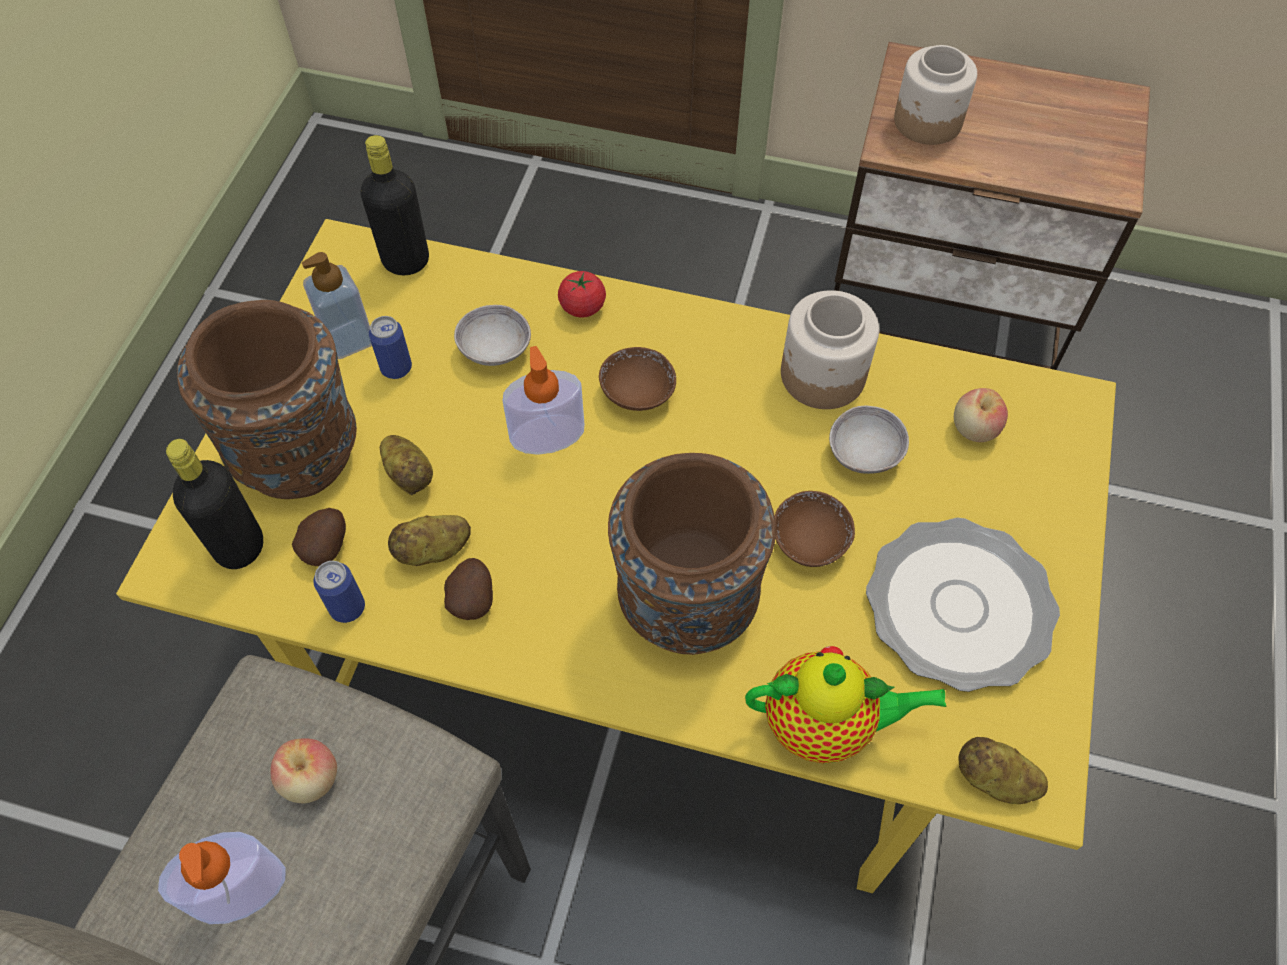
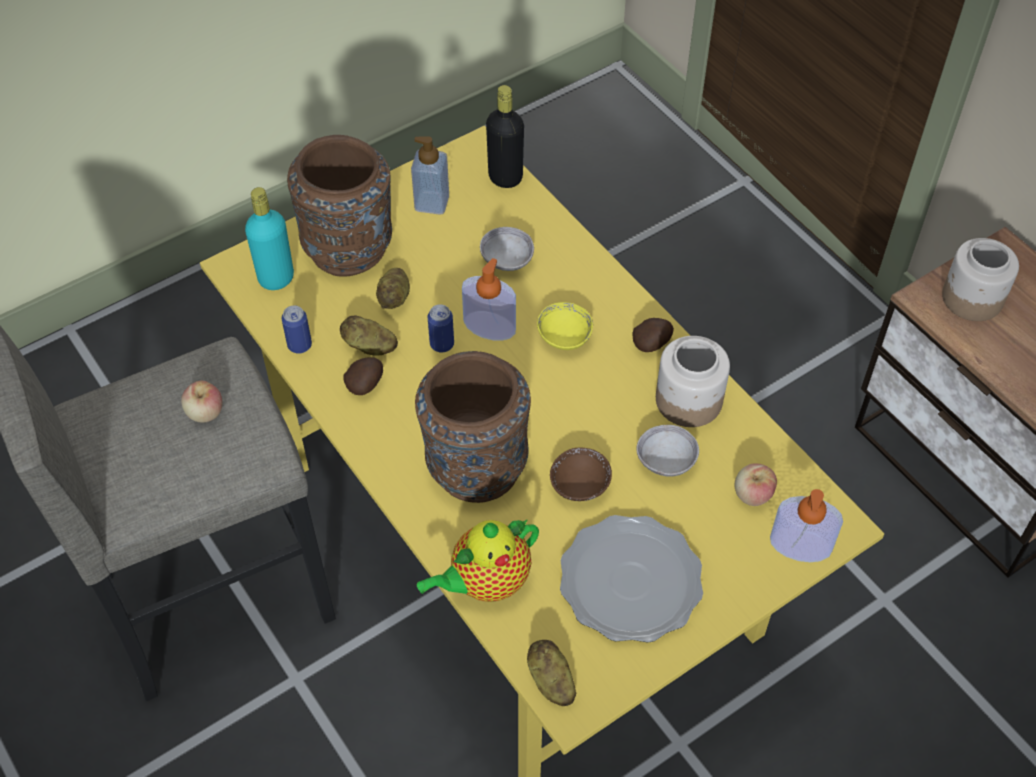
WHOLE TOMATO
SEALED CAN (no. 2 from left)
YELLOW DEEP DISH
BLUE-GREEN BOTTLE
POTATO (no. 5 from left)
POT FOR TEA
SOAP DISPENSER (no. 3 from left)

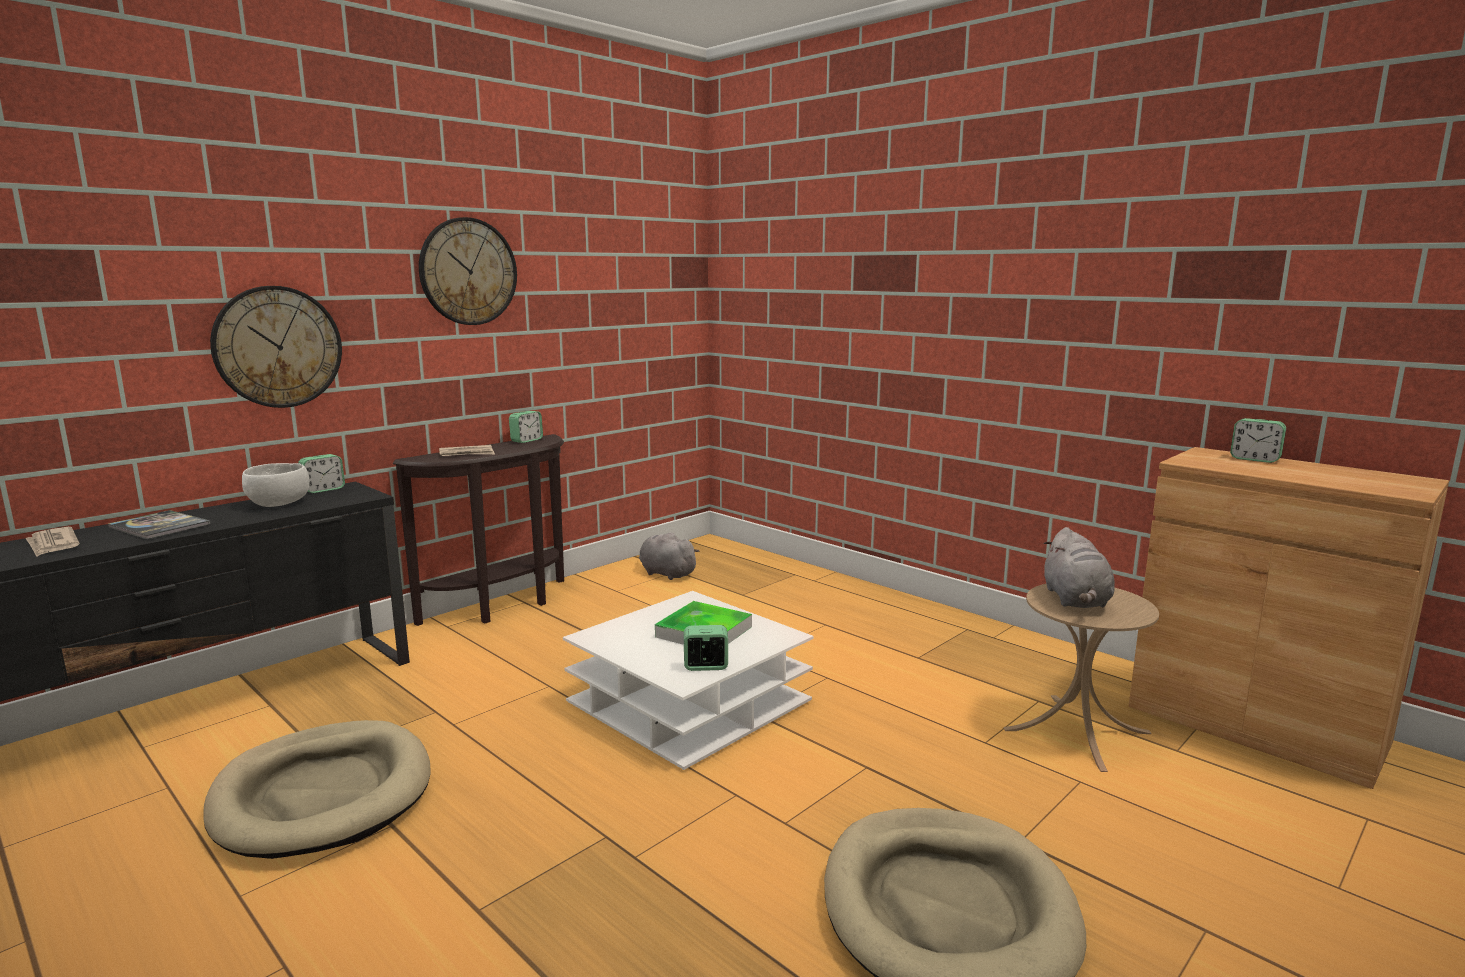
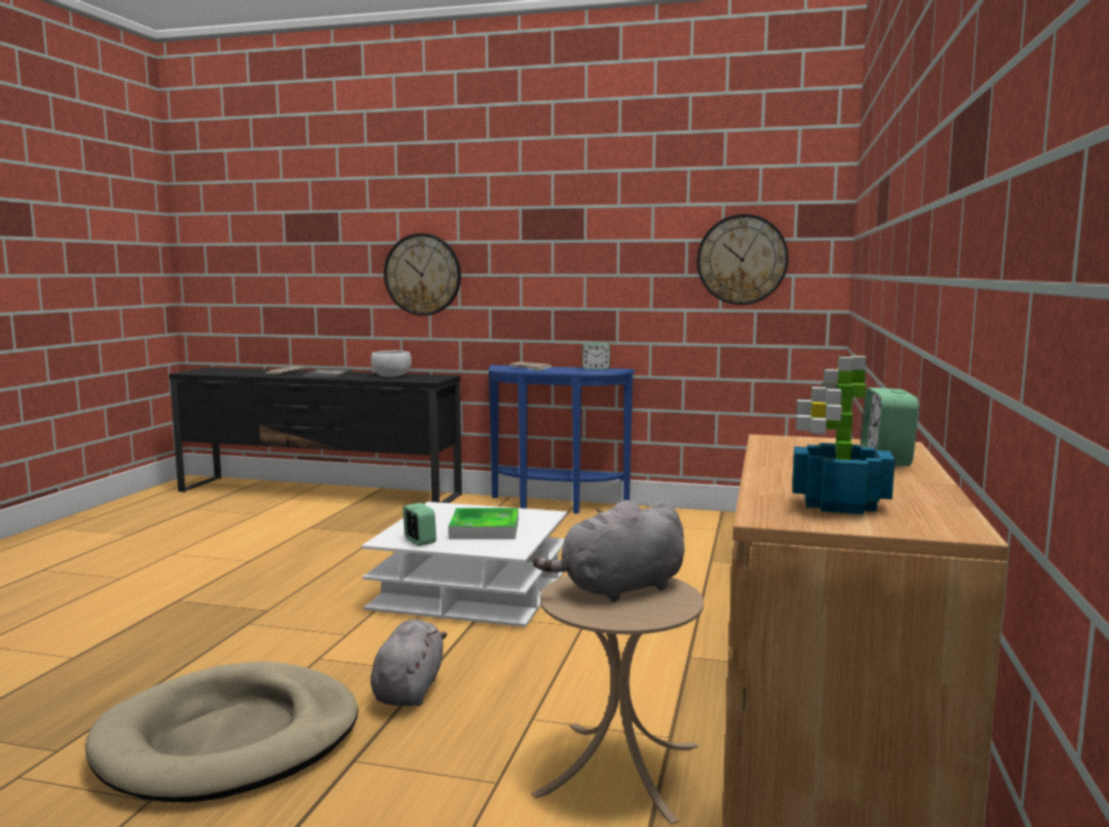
WALL CLOCK (no. 2 from left)
BLUE-COLOURED NARROW TABLE
ALARM CLOCK (no. 1 from left in the first image)
GREYISH CUDDLY TOY (no. 1 from left)
BEIGE-COLOURED DOG CUSHION (no. 1 from left in the first image)
PLANT IN A POT

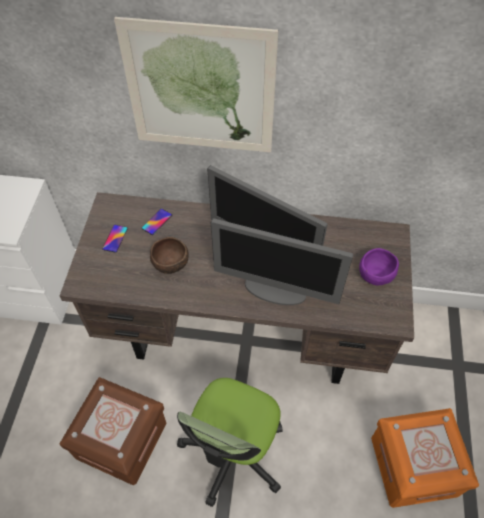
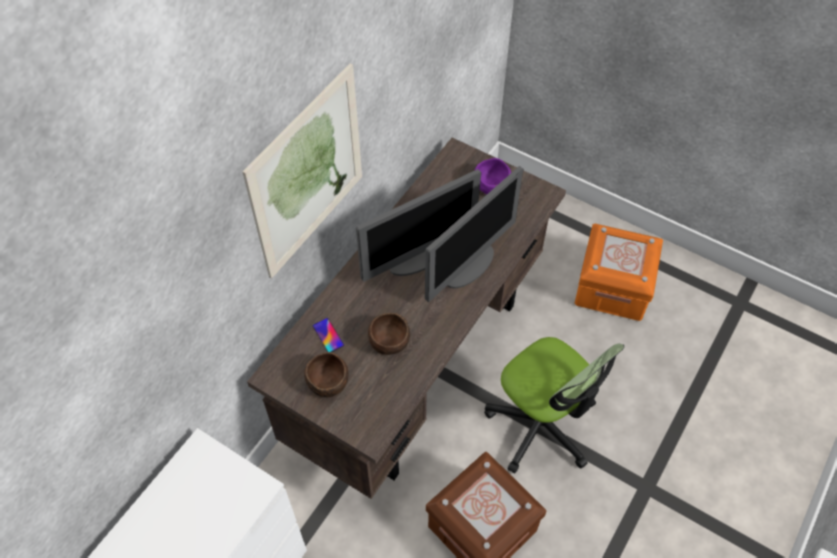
BROWN-COLOURED DEEP DISH (no. 1 from left)

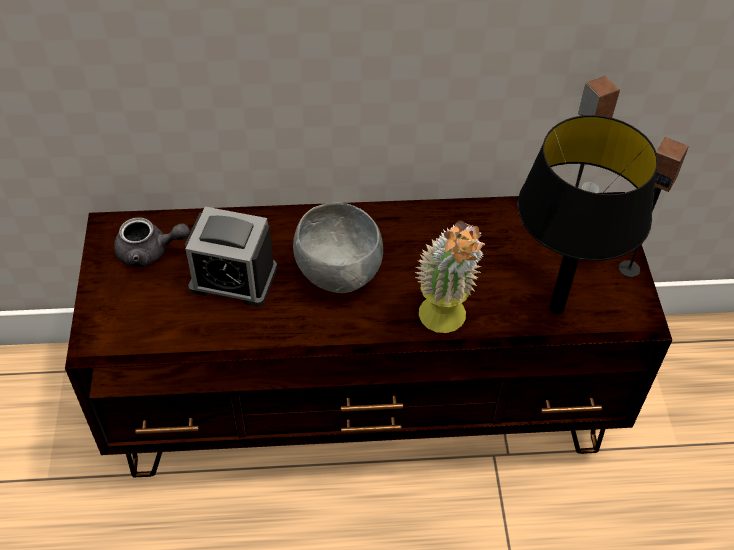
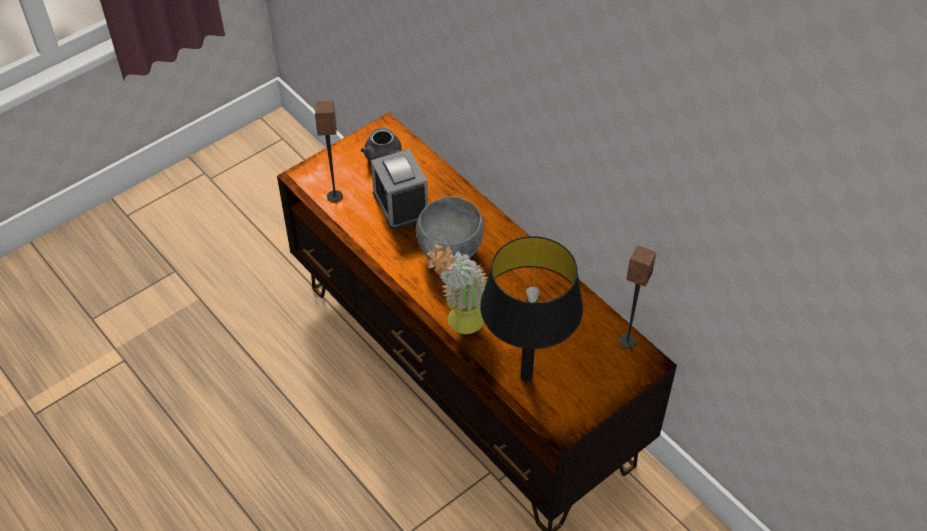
AUDIO SPEAKER (no. 1 from left)

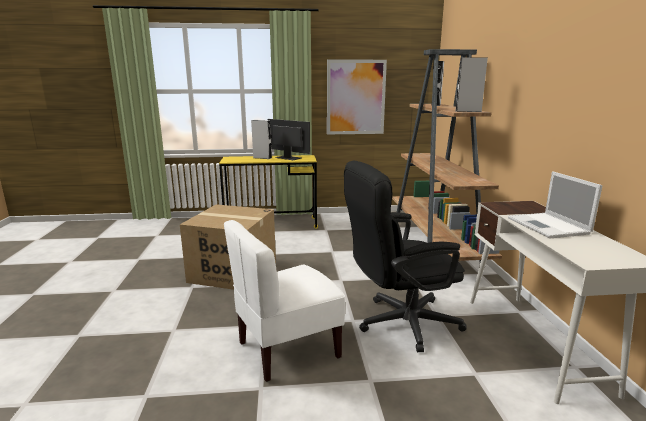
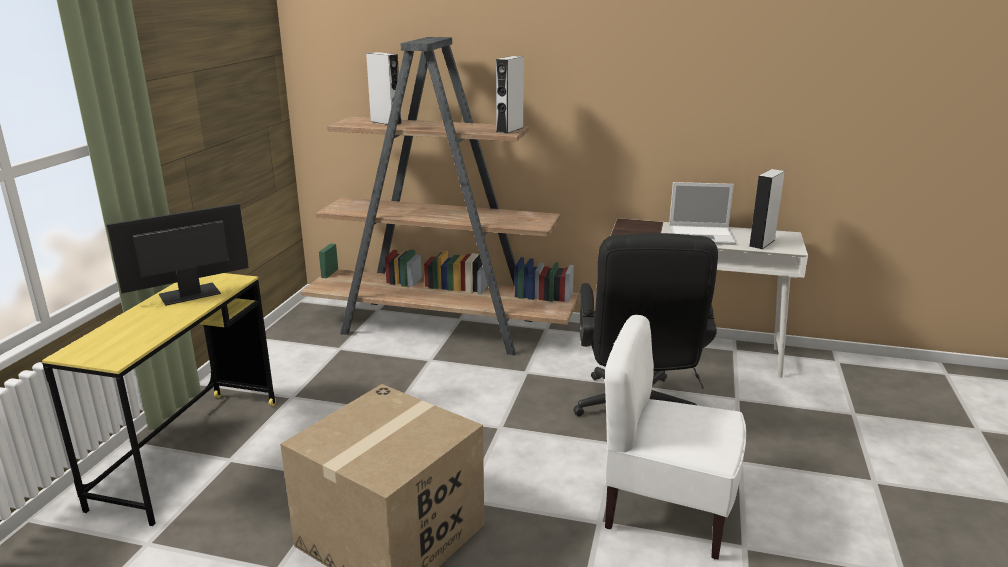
PICTURE
GREYISH AUDIO SPEAKER (no. 3 from left)
WHITE-COLOURED UPRIGHT CHAIR

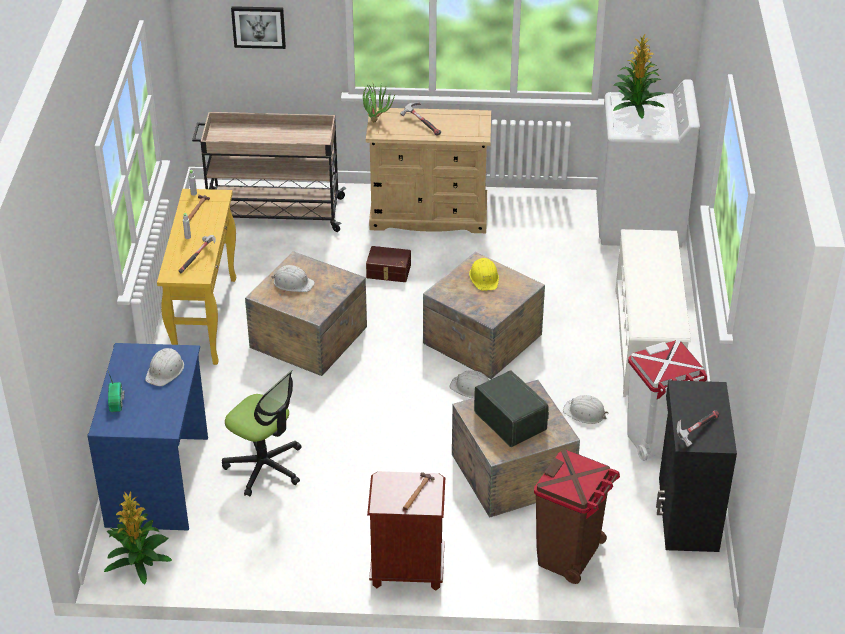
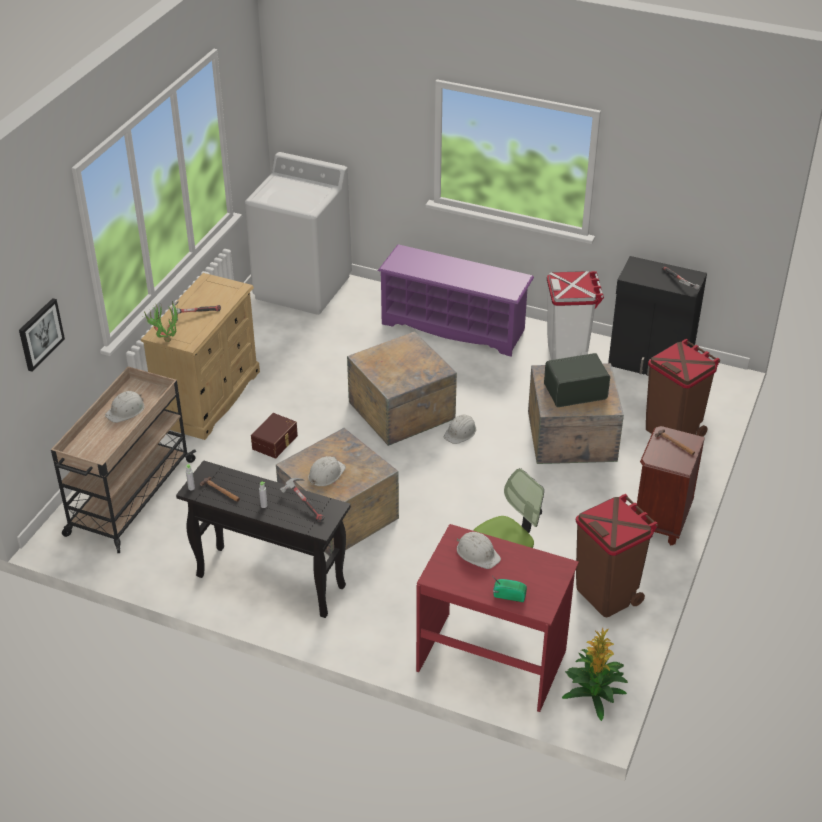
PLANT IN A POT (no. 3 from left in the first image)
BLACK NARROW TABLE
PURPLE SHOE STAND
YELLOW HARD HAT
REDDISH DESK TABLE
WHITE-COLOURED HARD HAT (no. 1 from left)
BROWN-COLOURED WASTE BIN (no. 1 from left)

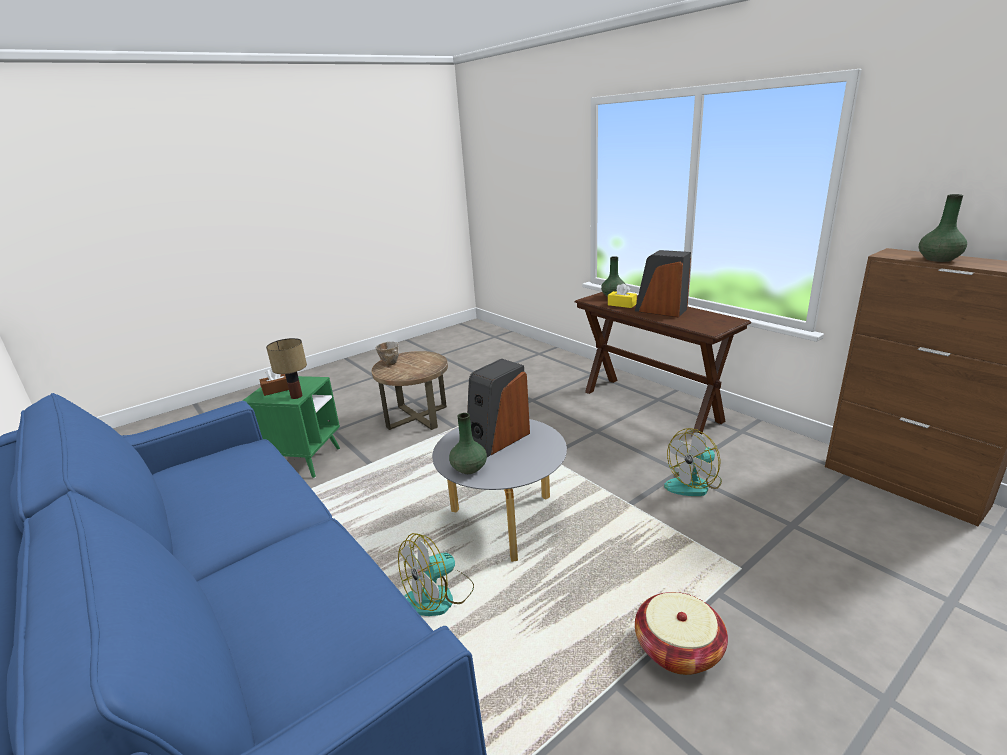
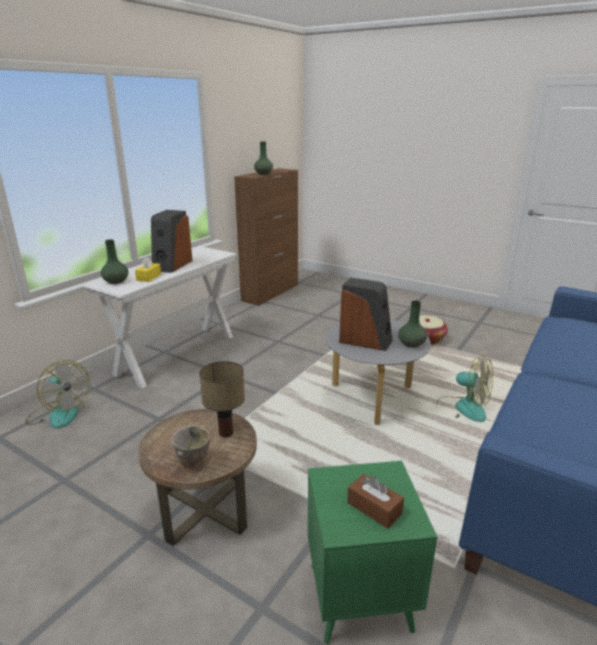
WHITE-COLOURED NARROW TABLE
TABLETOP LAMP
ELECTRIC FAN (no. 1 from left)

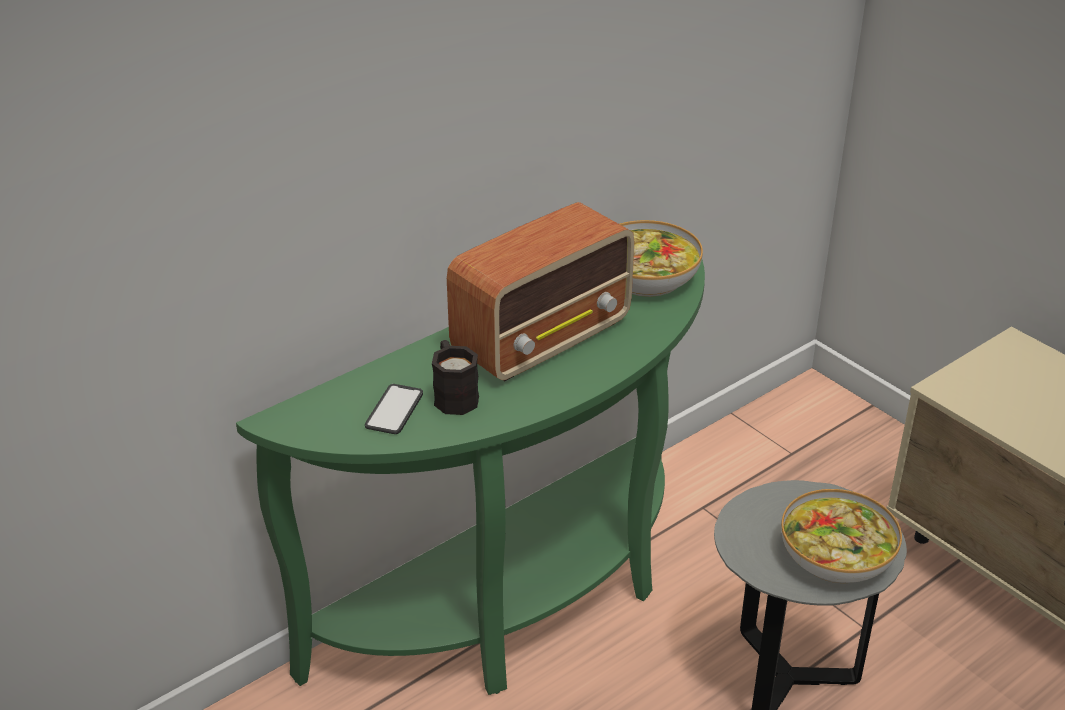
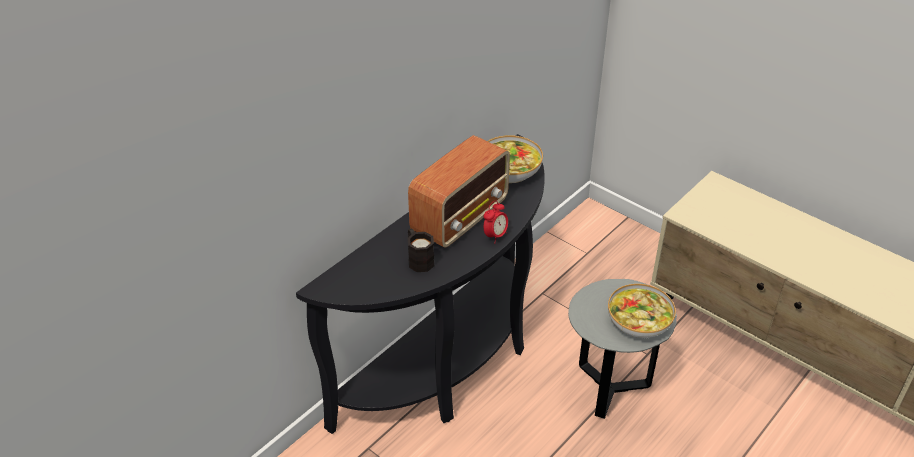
BLACK NARROW TABLE
PHONE
ALARM CLOCK

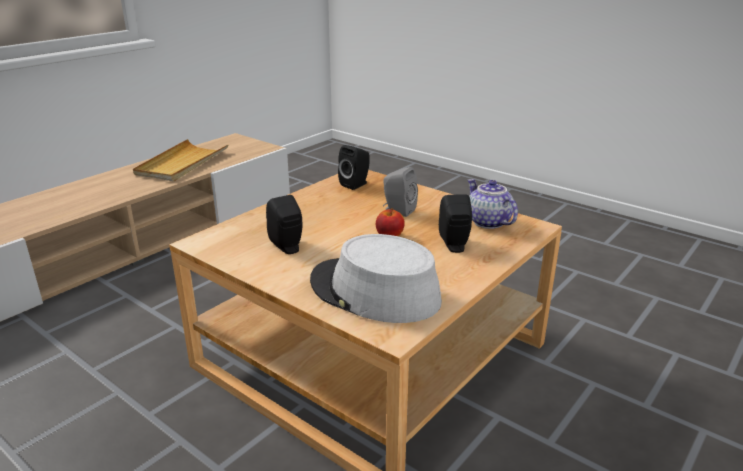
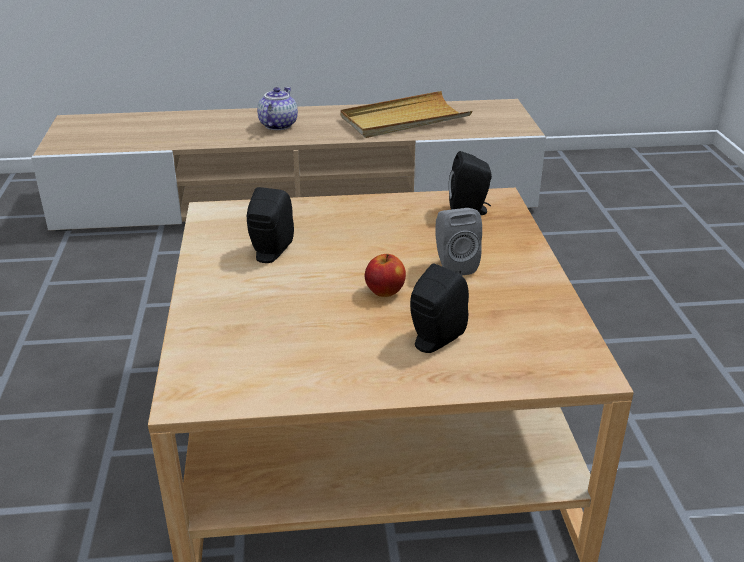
POT FOR TEA
GREYISH WEARABLE HAT

